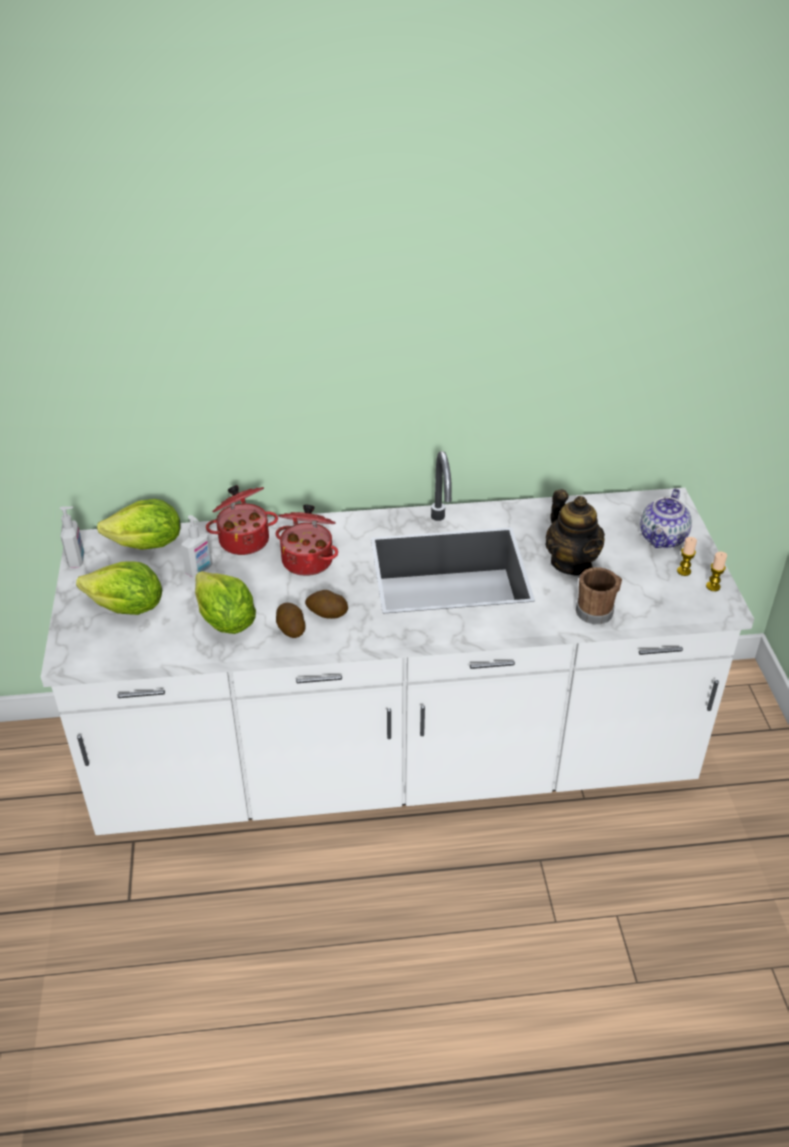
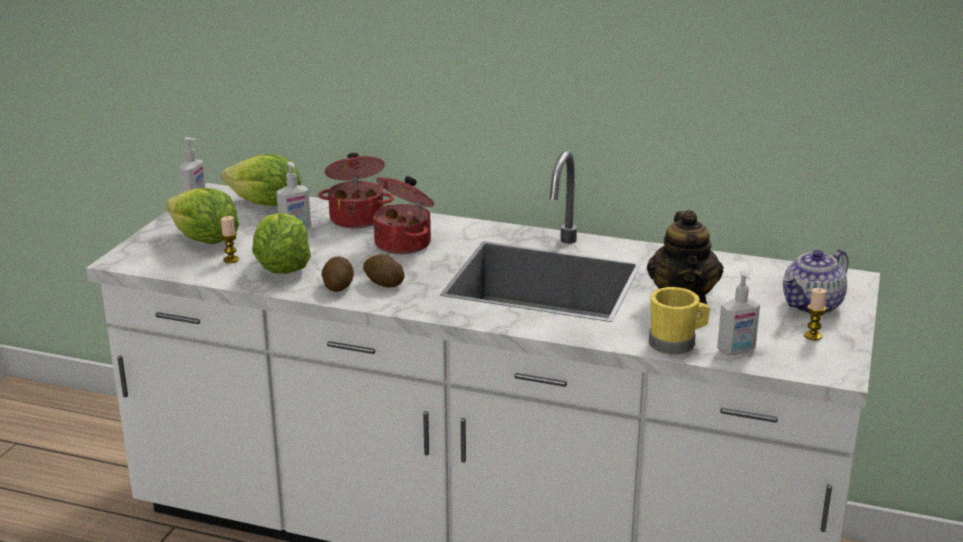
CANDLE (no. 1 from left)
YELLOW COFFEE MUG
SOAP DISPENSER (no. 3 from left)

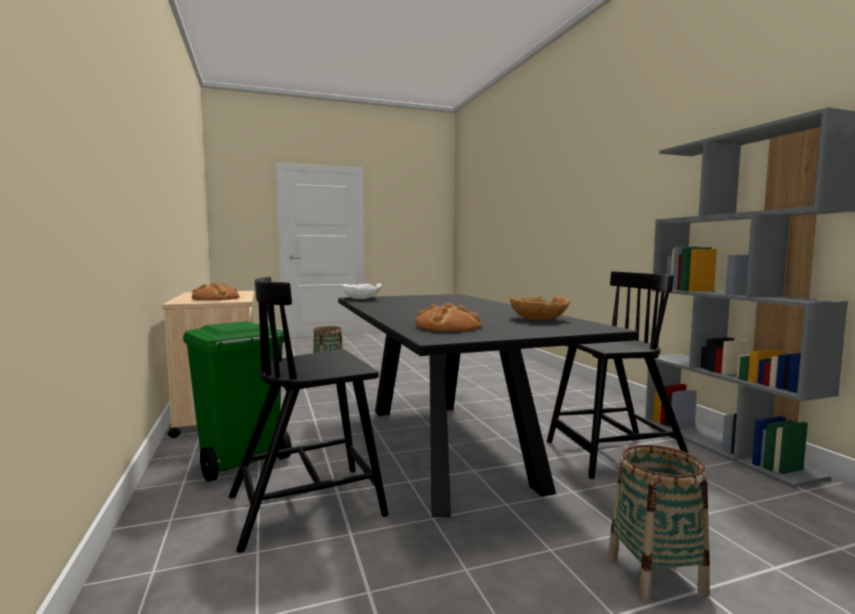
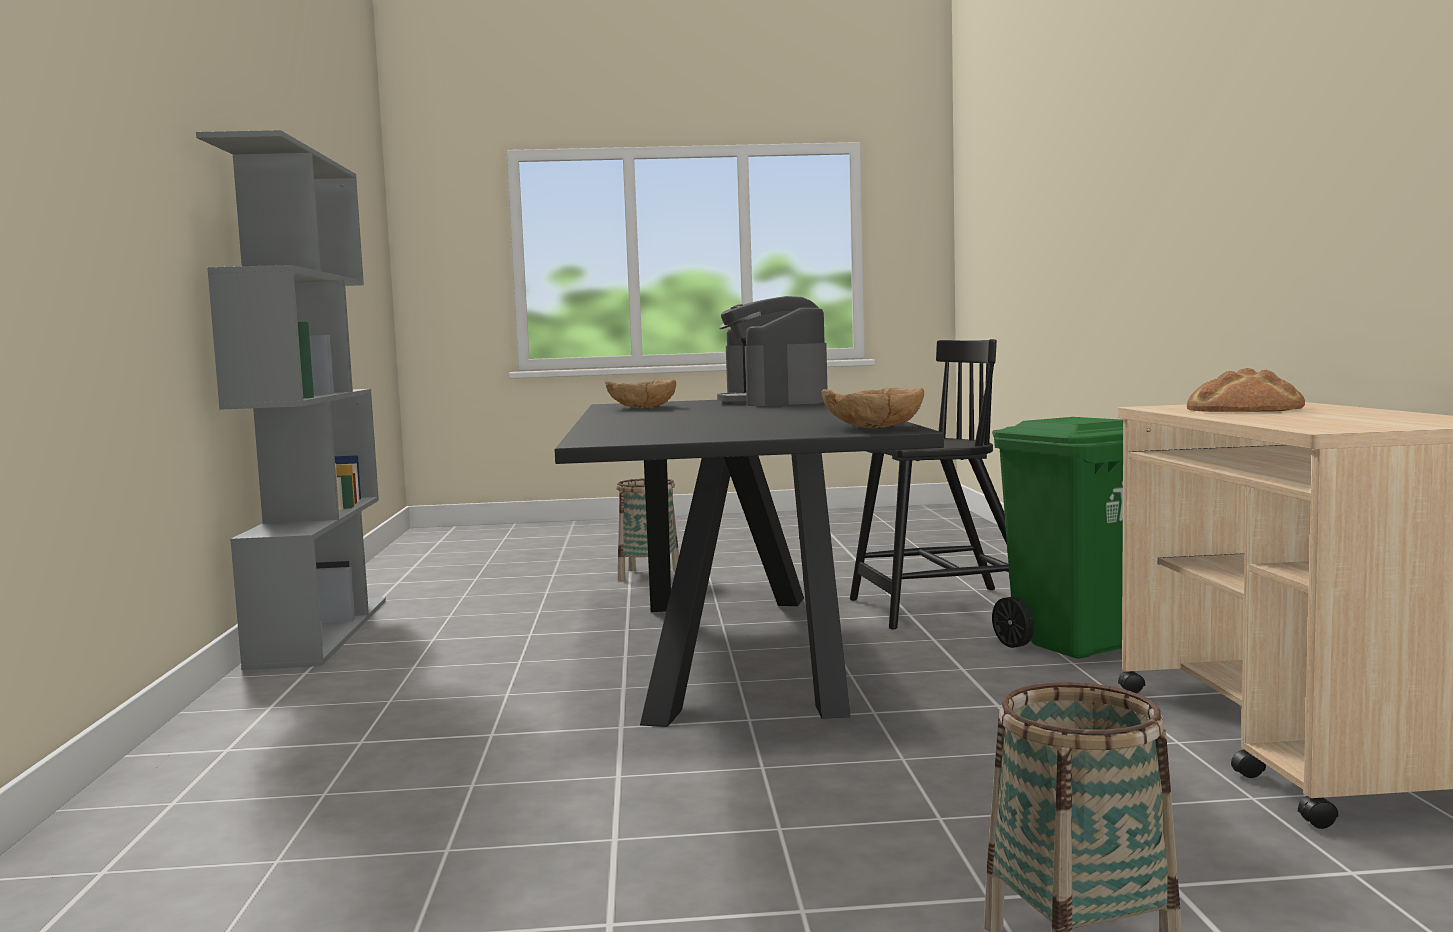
BLACK UPRIGHT CHAIR (no. 2 from left in the first image)
BROWN-COLOURED DEEP DISH (no. 2 from left)
COFFEE MAKER

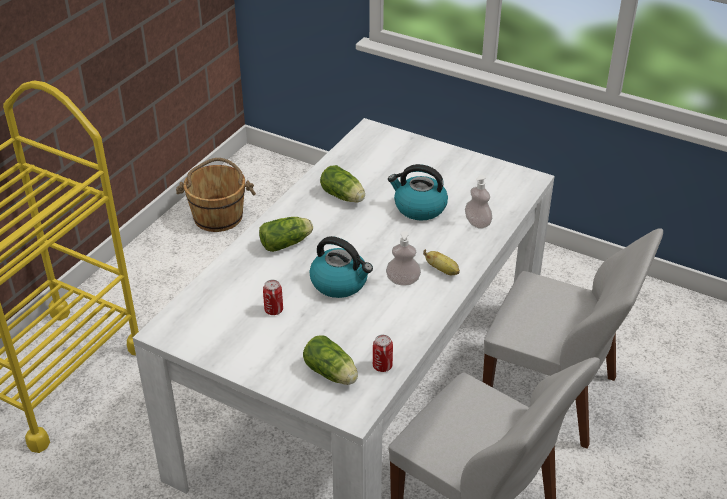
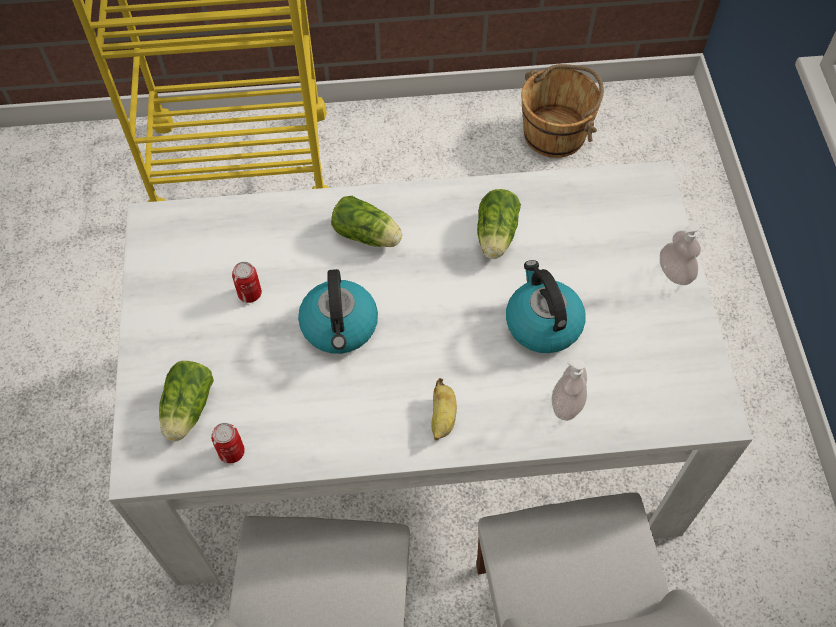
SOAP DISPENSER (no. 2 from left)

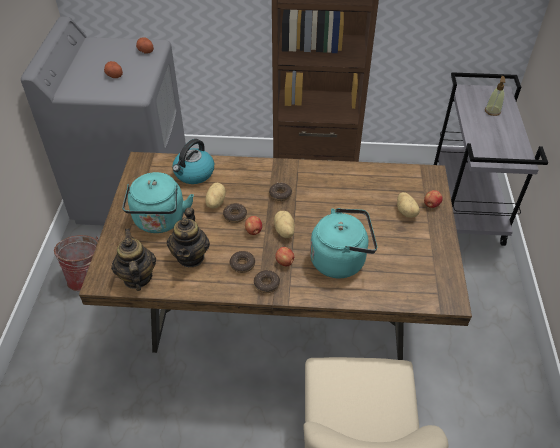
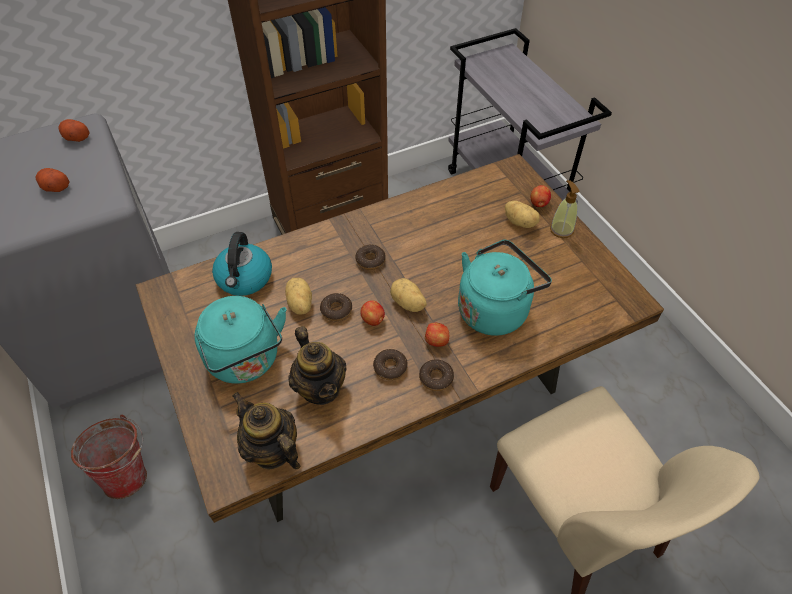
SOAP DISPENSER

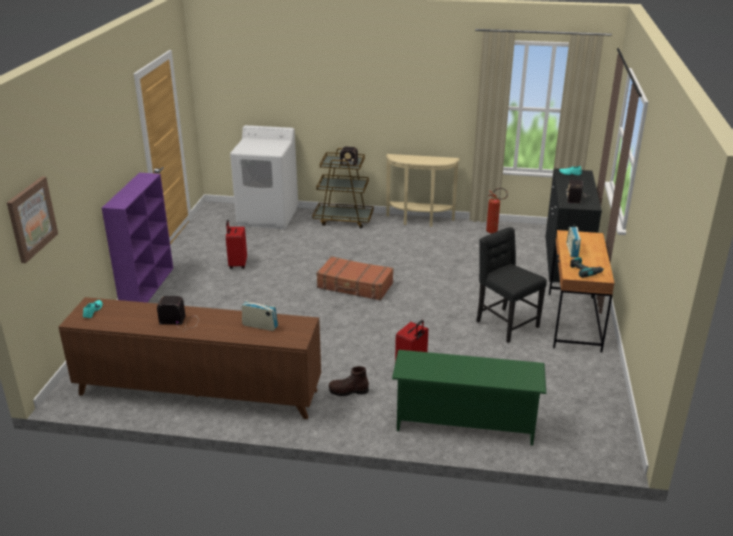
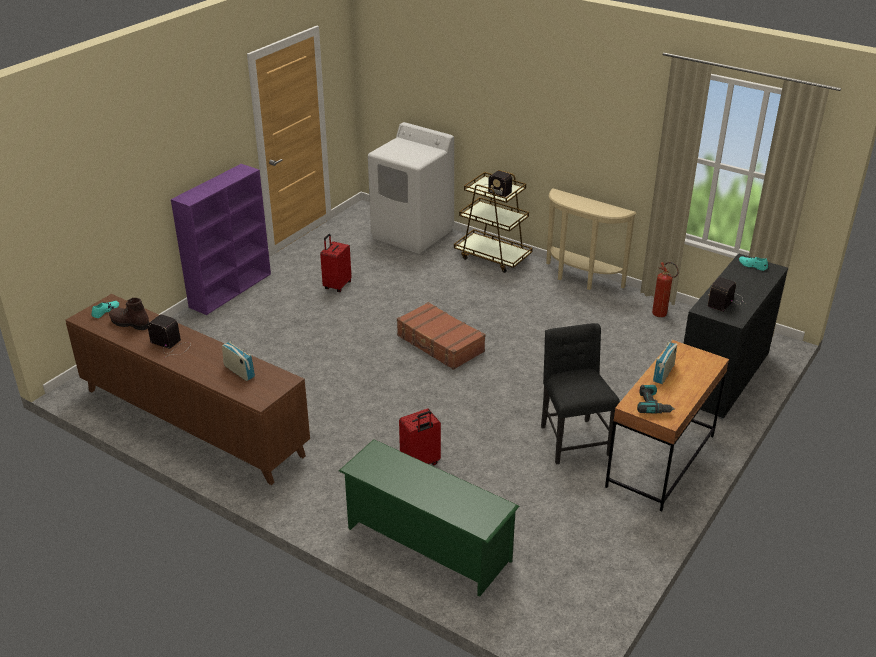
PICTURE
BROWN-COLOURED TALL BOOT

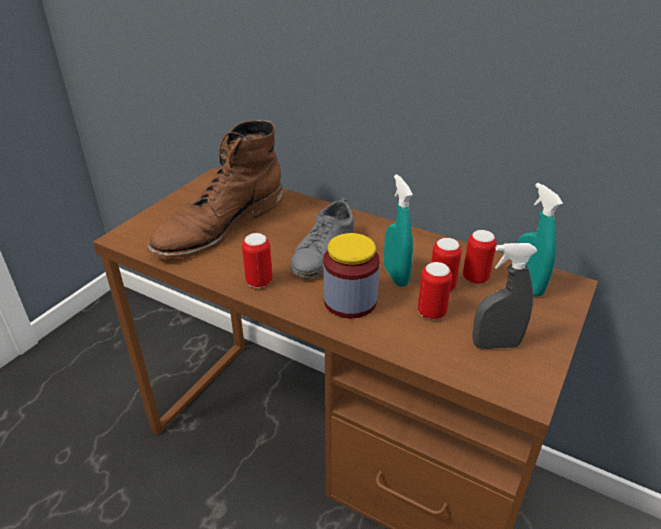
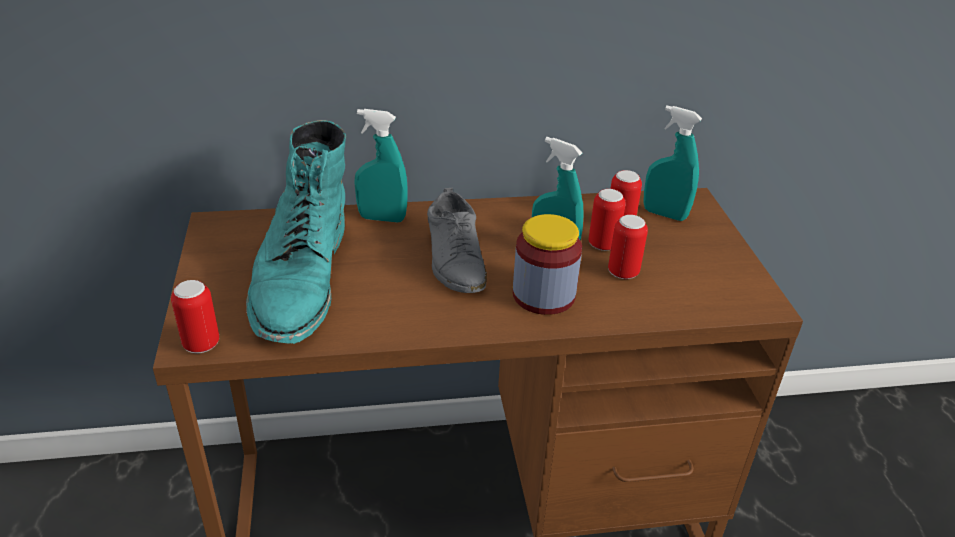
BLUE-GREEN TALL BOOT
SEALED CAN (no. 1 from left)
GREYISH SPRAYER
BLUE-GREEN SPRAYER (no. 1 from left)

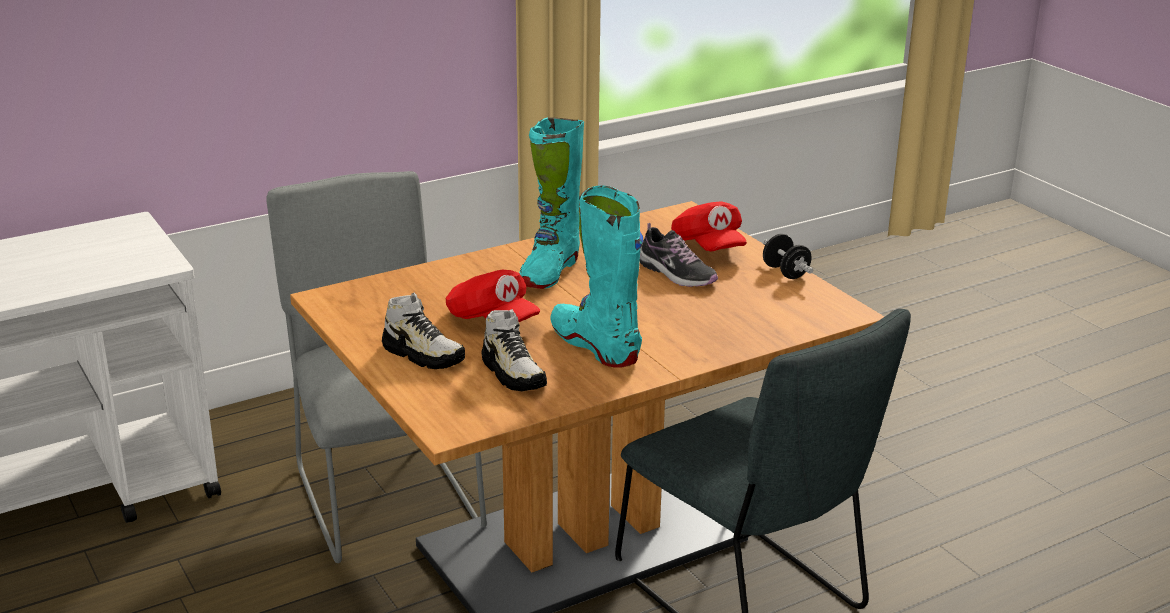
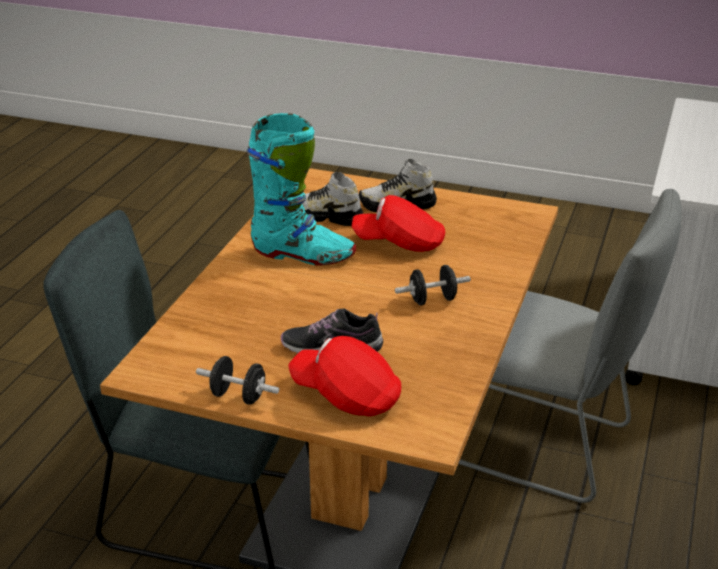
BLACK DUMBBELL (no. 2 from left)

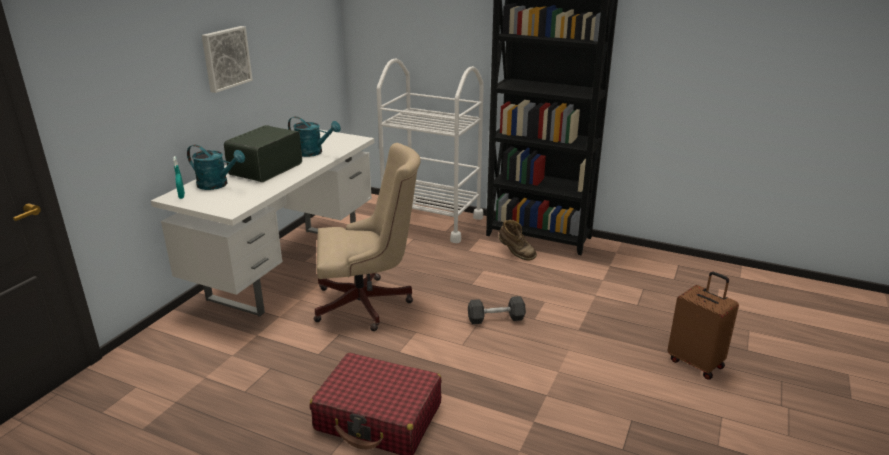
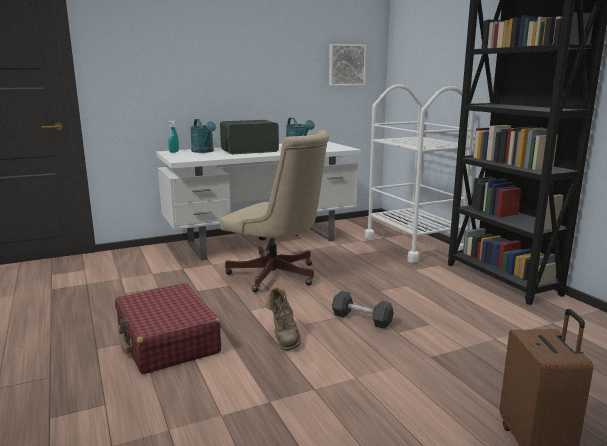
PICTURE
BROWN-COLOURED TALL BOOT

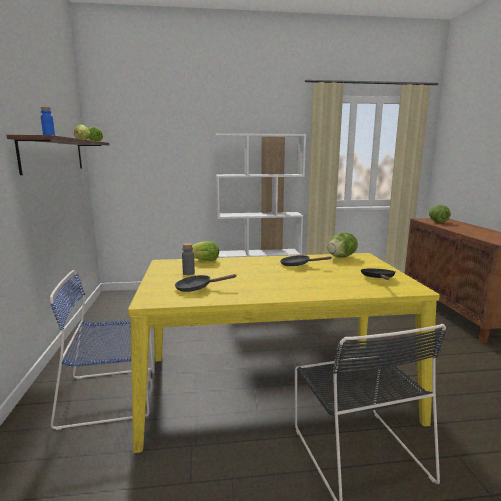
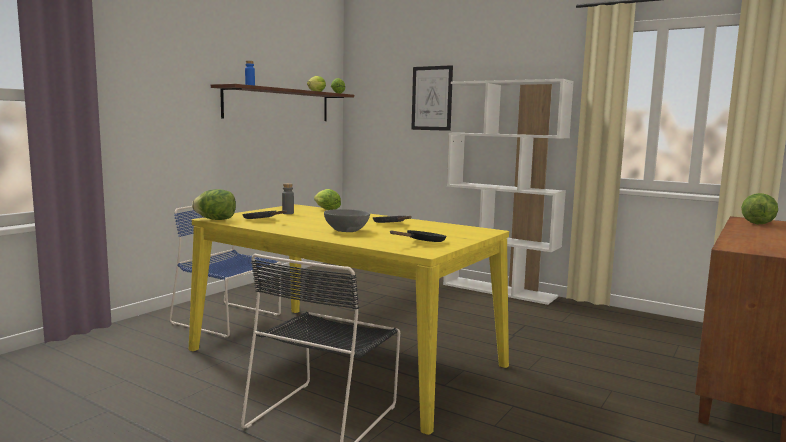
LETTUCE HEAD (no. 1 from left)
PICTURE
GREYISH DEEP DISH

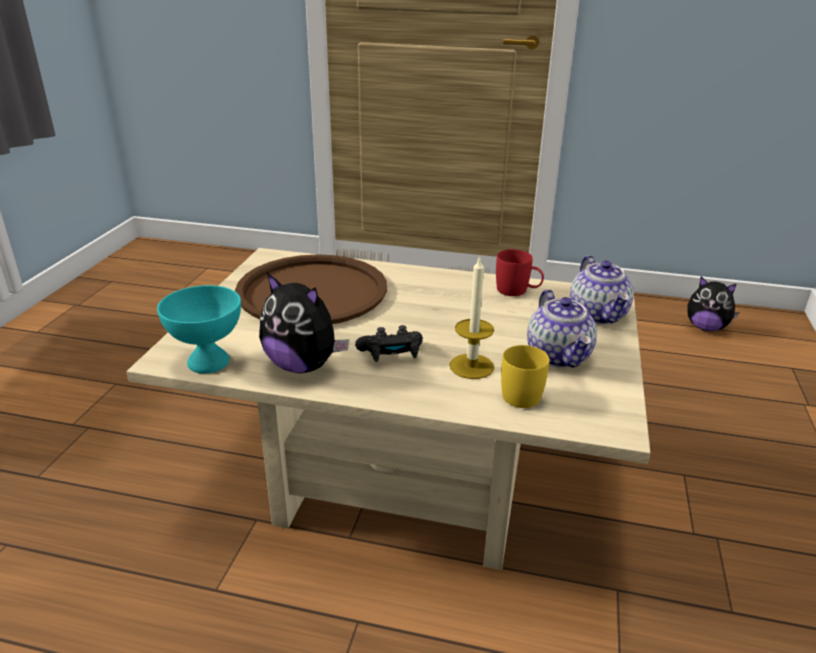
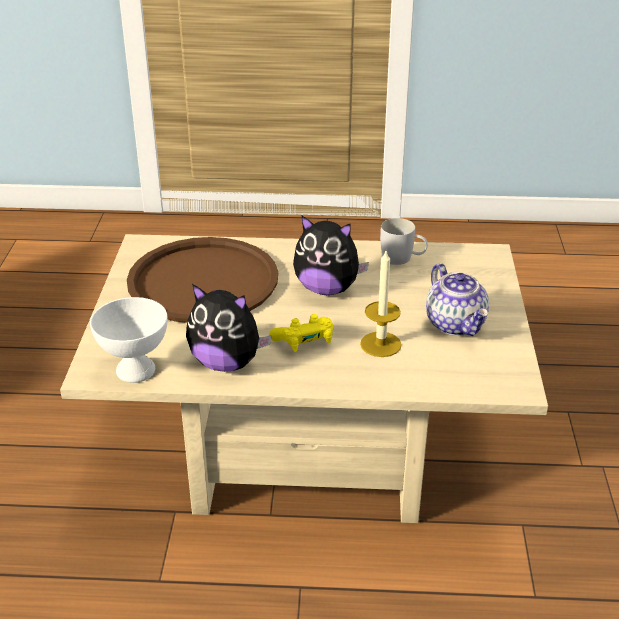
WHITE-COLOURED COFFEE MUG
POT FOR TEA (no. 2 from left in the first image)
CUDDLY TOY (no. 2 from left)
WHITE-COLOURED DEEP DISH
YELLOW GAMEPAD
YELLOW COFFEE MUG

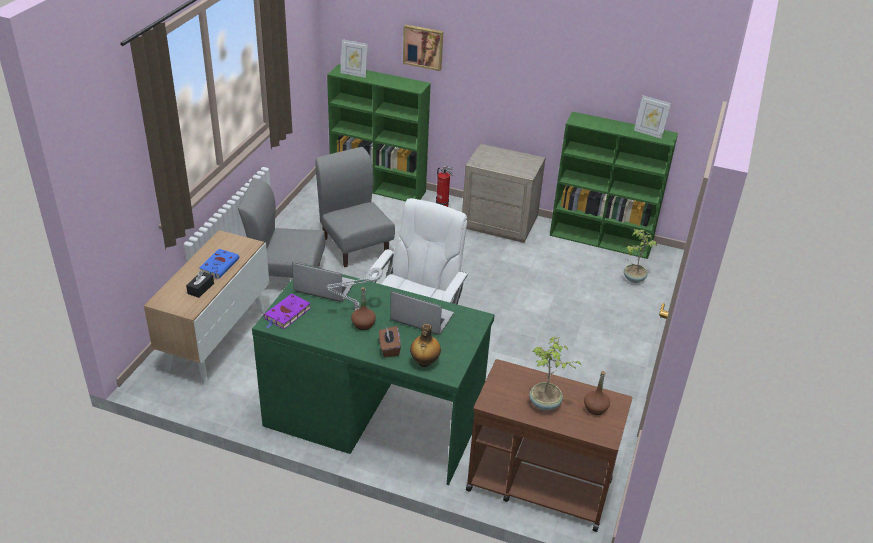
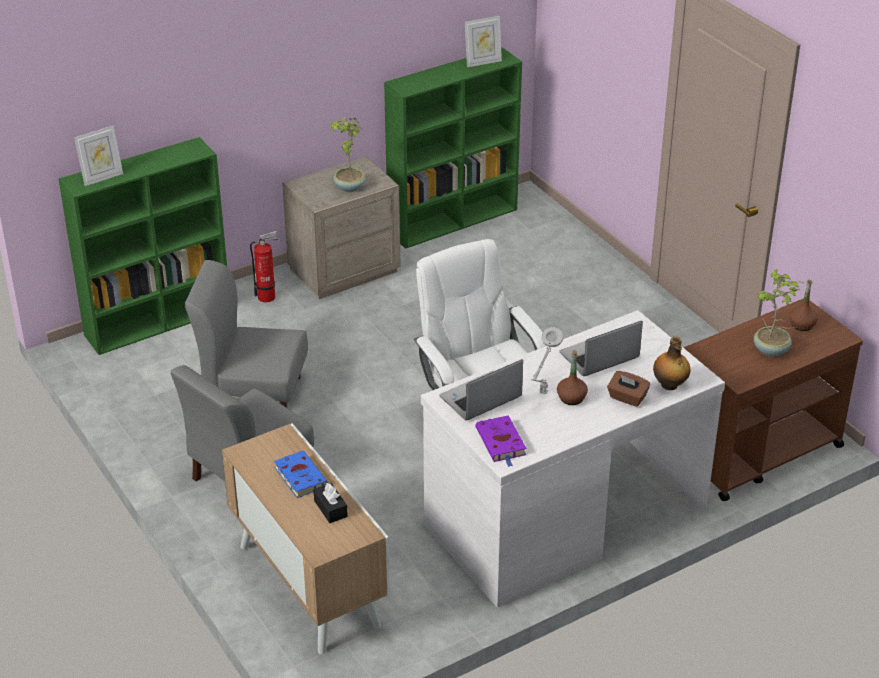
PICTURE
PLANT IN A POT (no. 1 from left)
WHITE-COLOURED DESK TABLE

